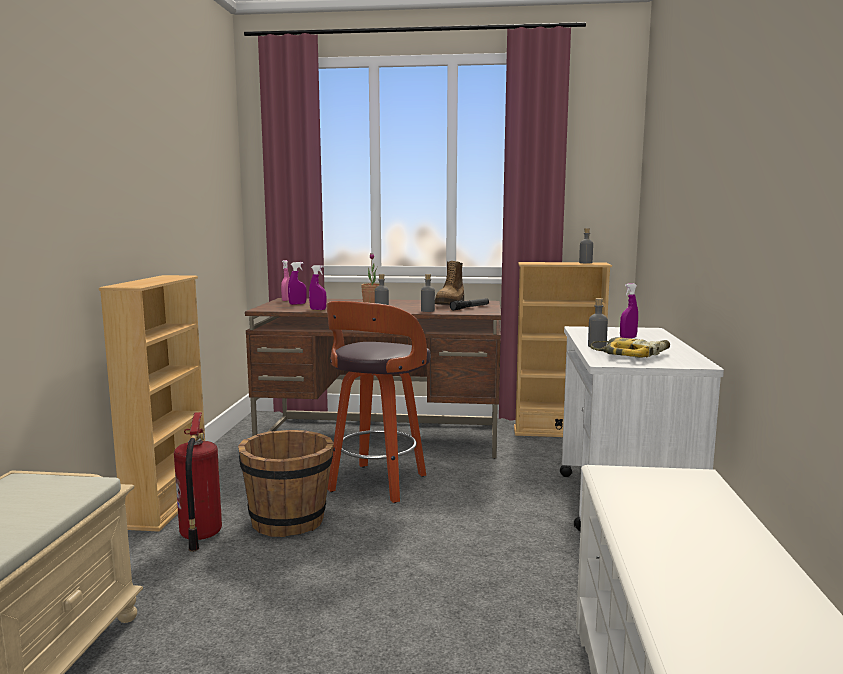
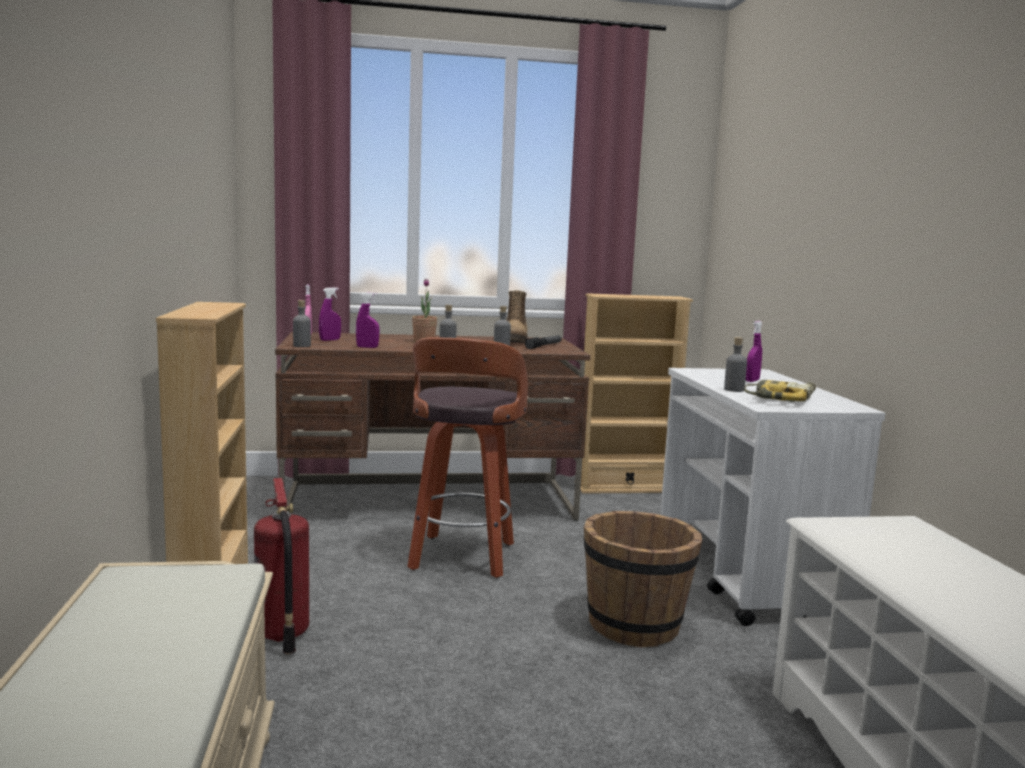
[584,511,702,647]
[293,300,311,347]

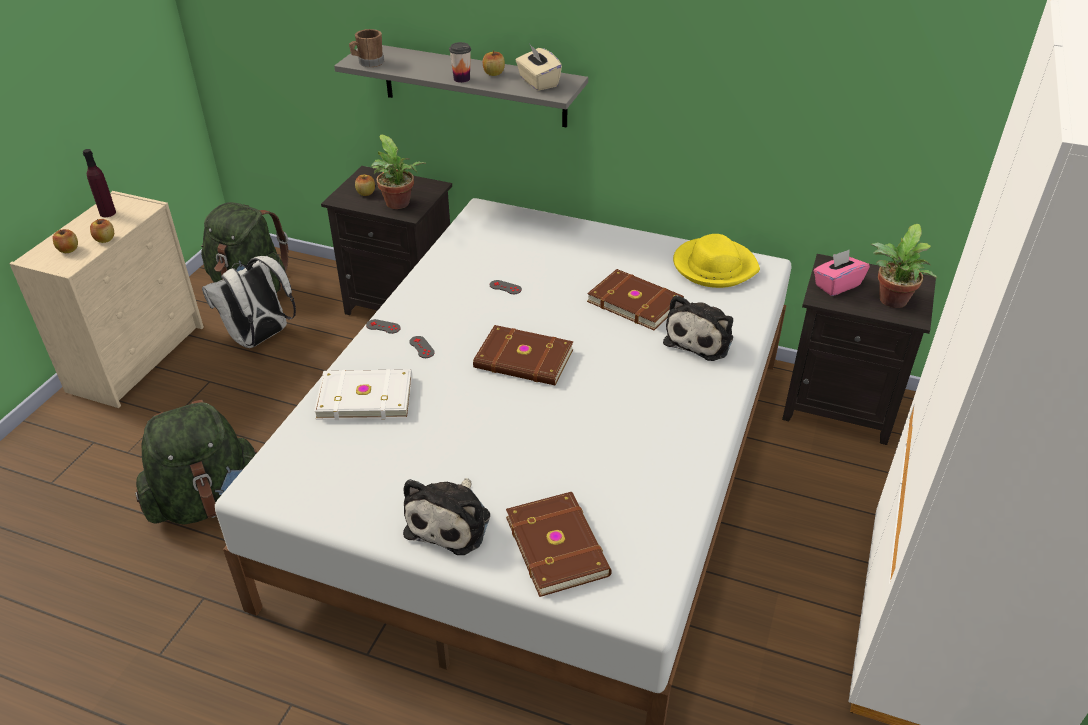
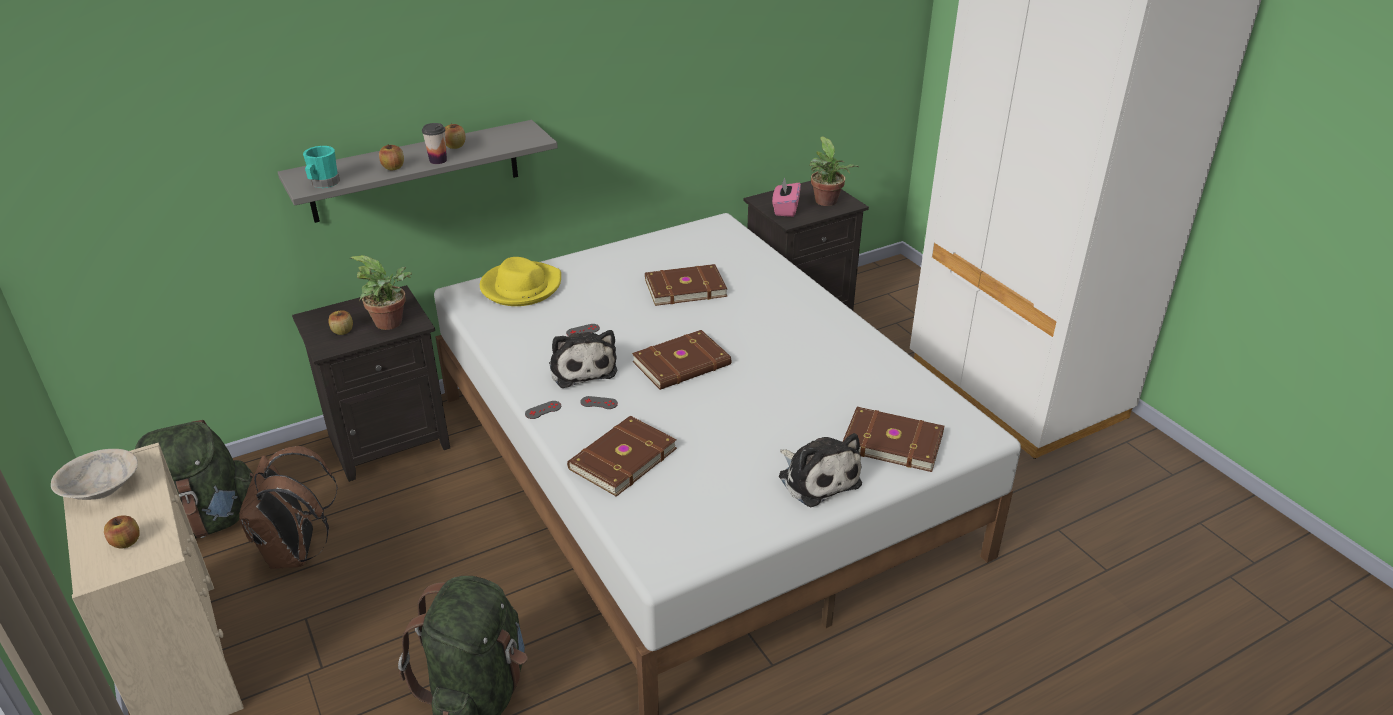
[516,45,562,91] (first image)
[379,144,404,170]
[549,330,617,388]
[480,257,561,306]
[51,449,138,500]
[239,446,338,569]
[567,416,677,497]
[303,146,340,188]

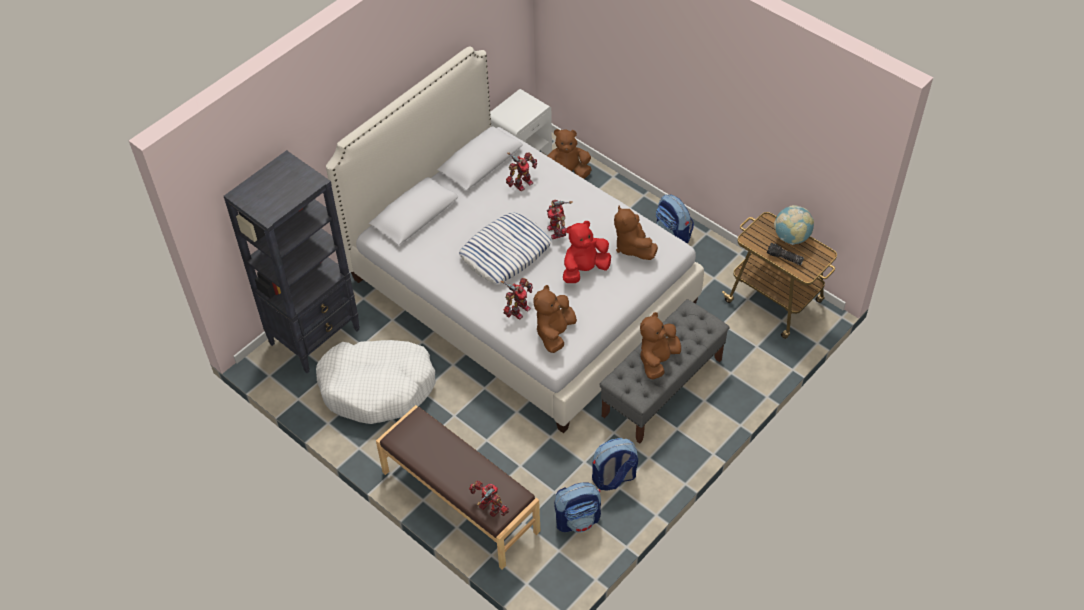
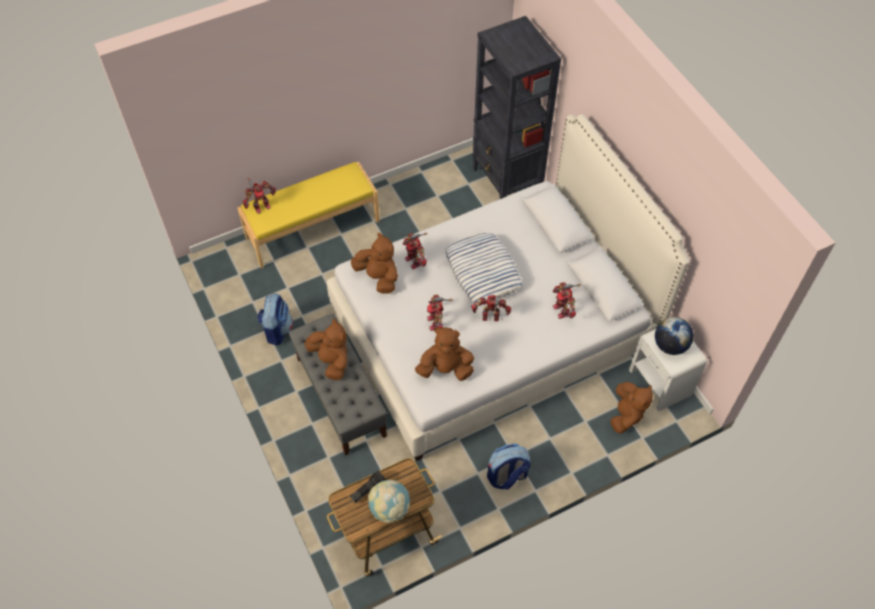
[316,340,436,424] (first image)
[554,482,601,533] (first image)
[655,317,694,355]
[427,295,453,331]
[237,162,380,269]

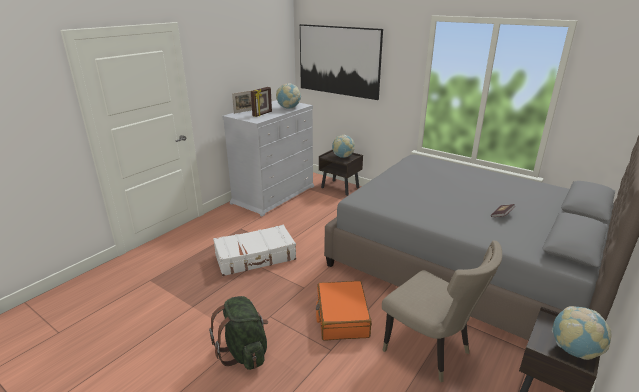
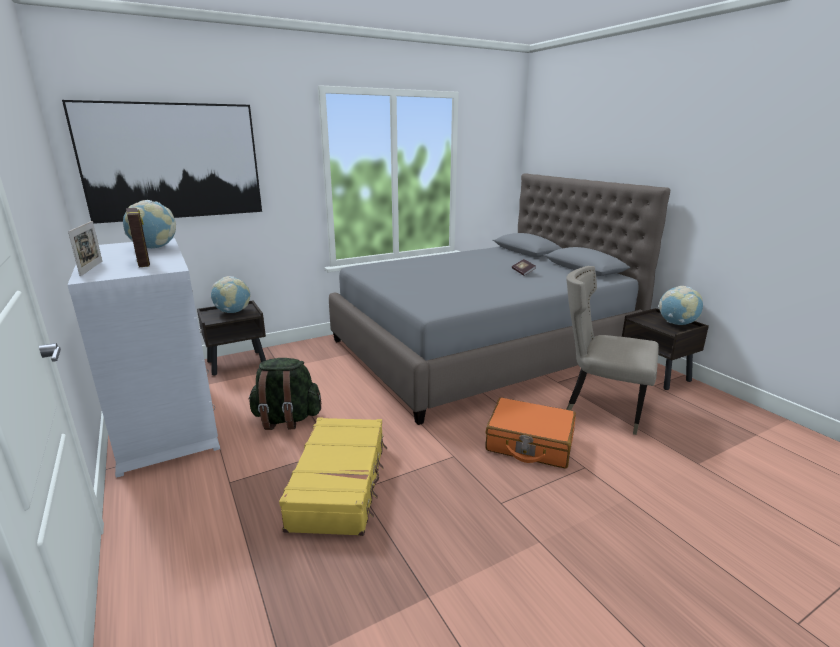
[248,358,321,430]
[279,417,387,536]
[566,266,659,435]

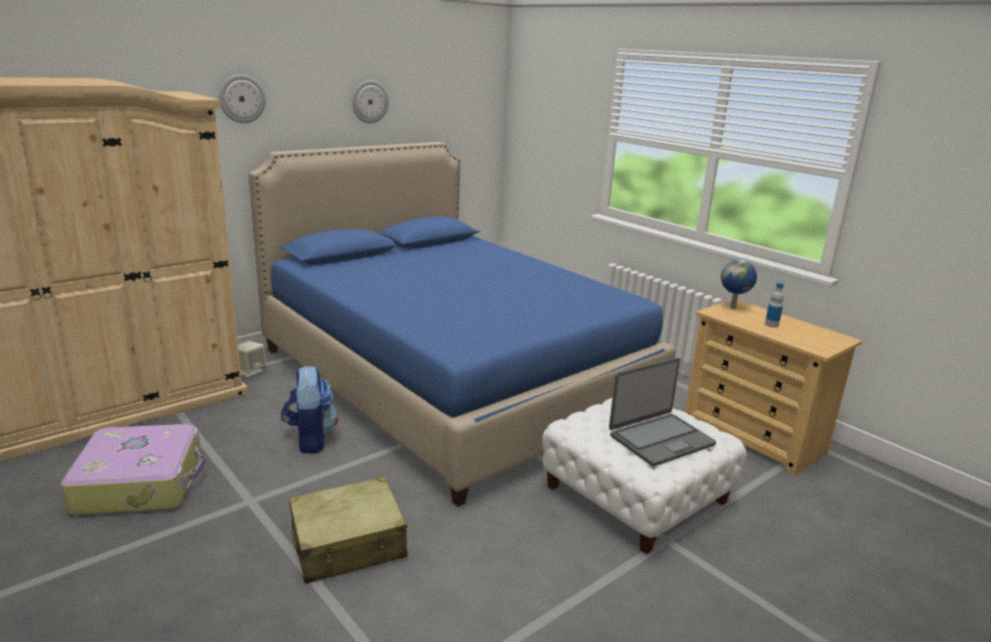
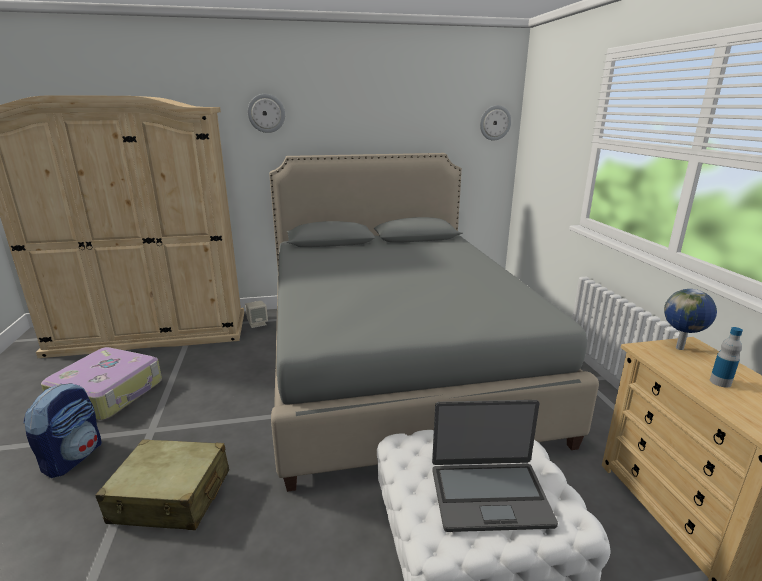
[24,383,102,478]
[480,105,511,141]
[269,153,599,492]

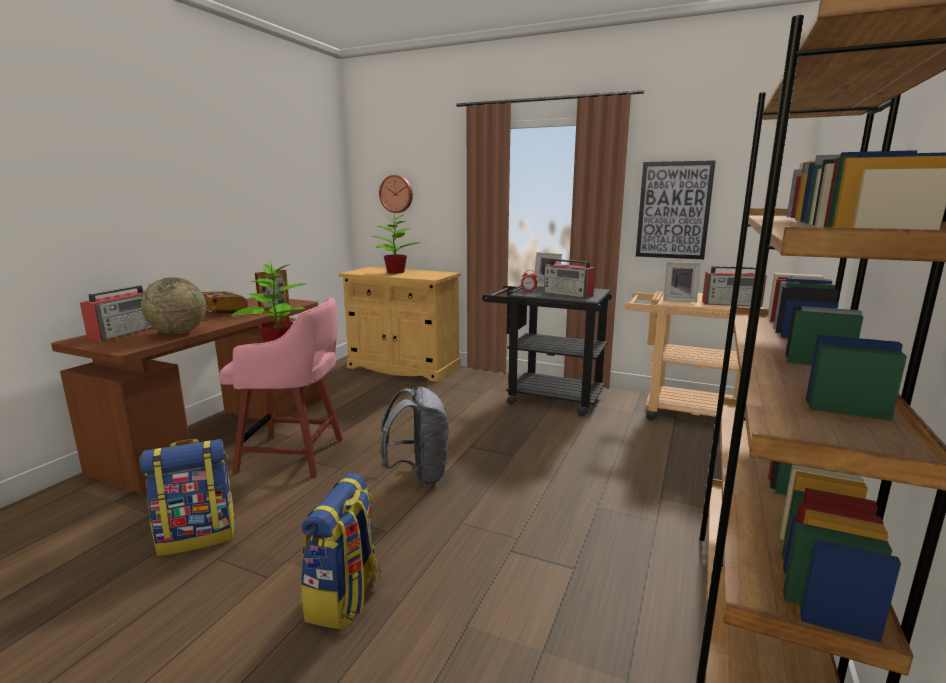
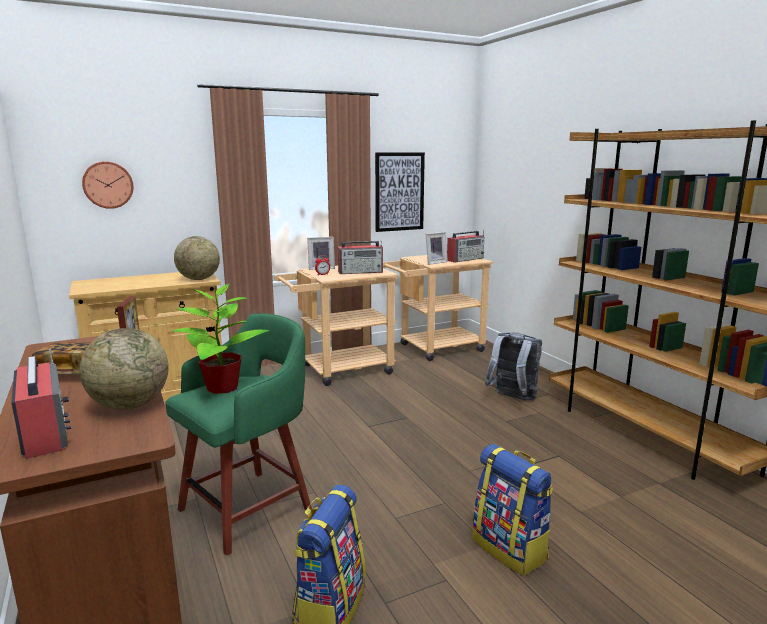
[372,212,421,274] (first image)
[174,236,220,280]
[485,332,542,401]
[165,313,312,556]
[274,266,398,386]

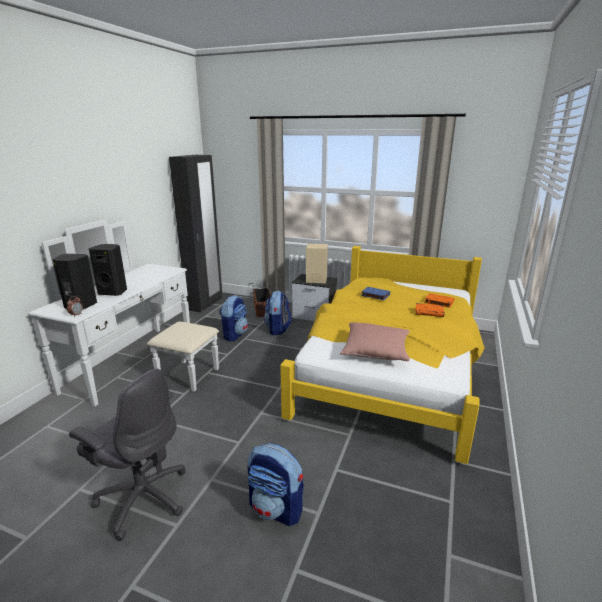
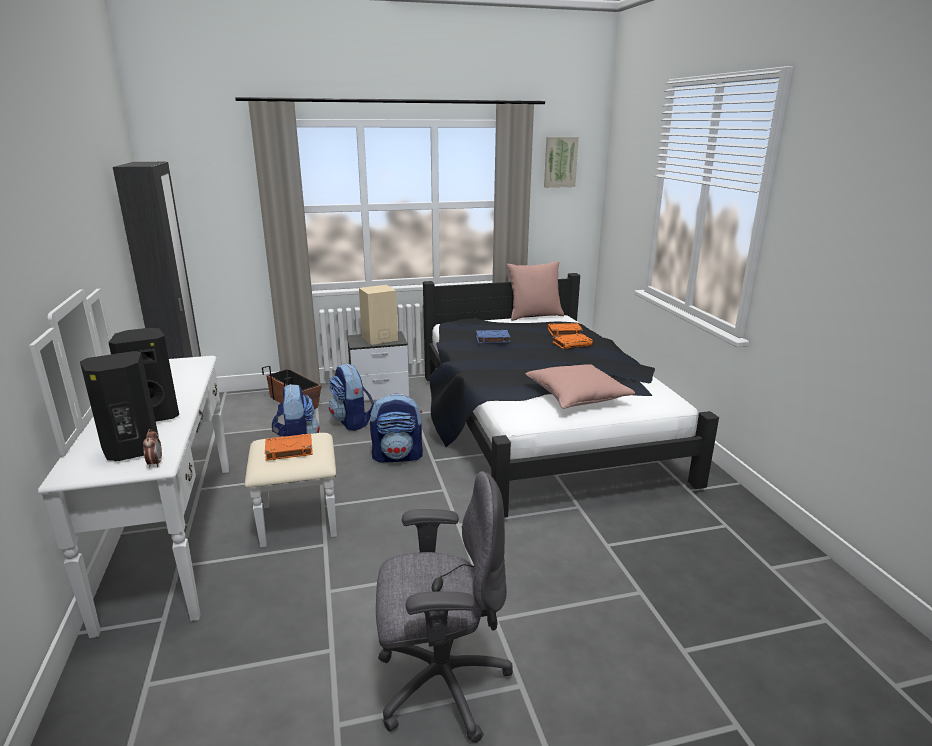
[265,434,313,461]
[507,261,564,321]
[544,137,579,188]
[370,393,423,462]
[423,273,719,518]

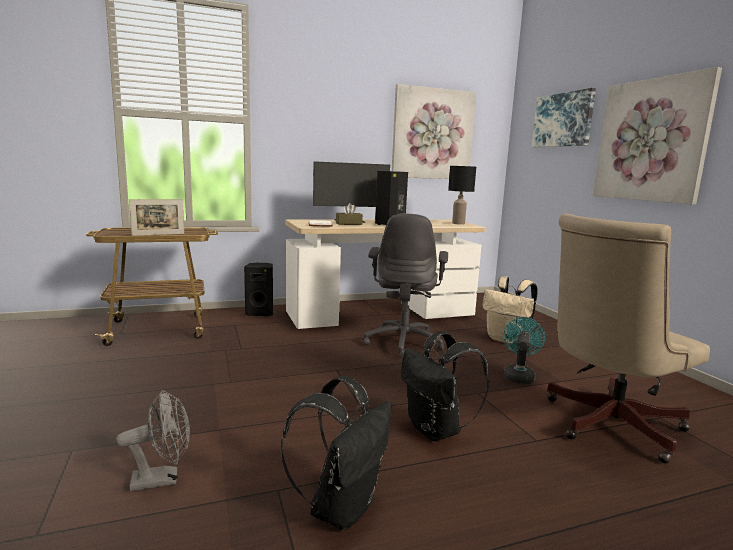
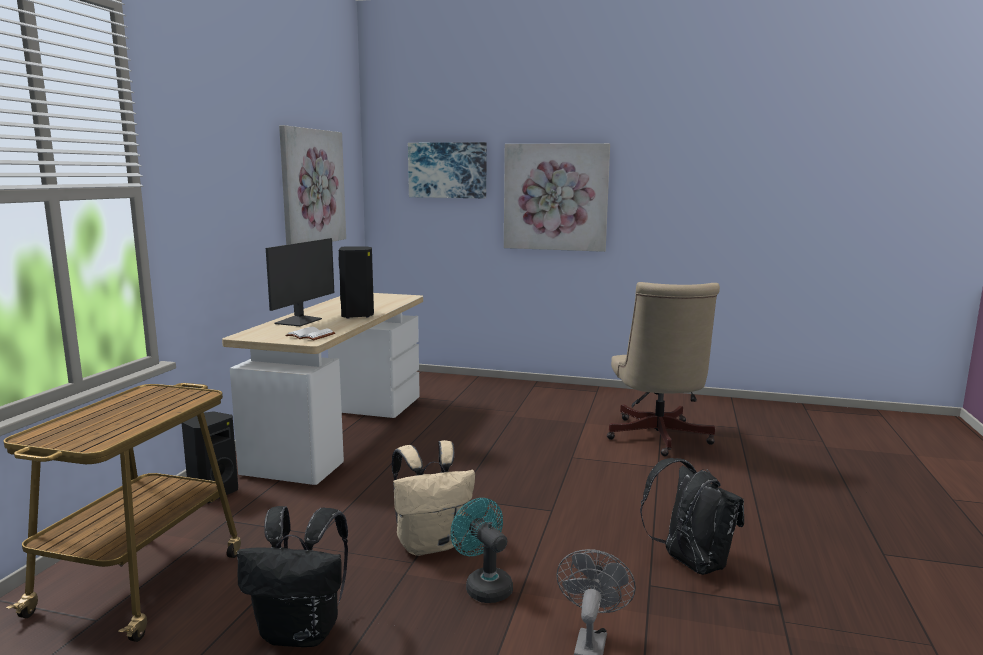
[129,199,184,236] (first image)
[336,203,363,225] (first image)
[363,214,448,358] (first image)
[448,166,476,225] (first image)
[237,506,348,647]
[392,440,475,556]
[450,498,513,603]

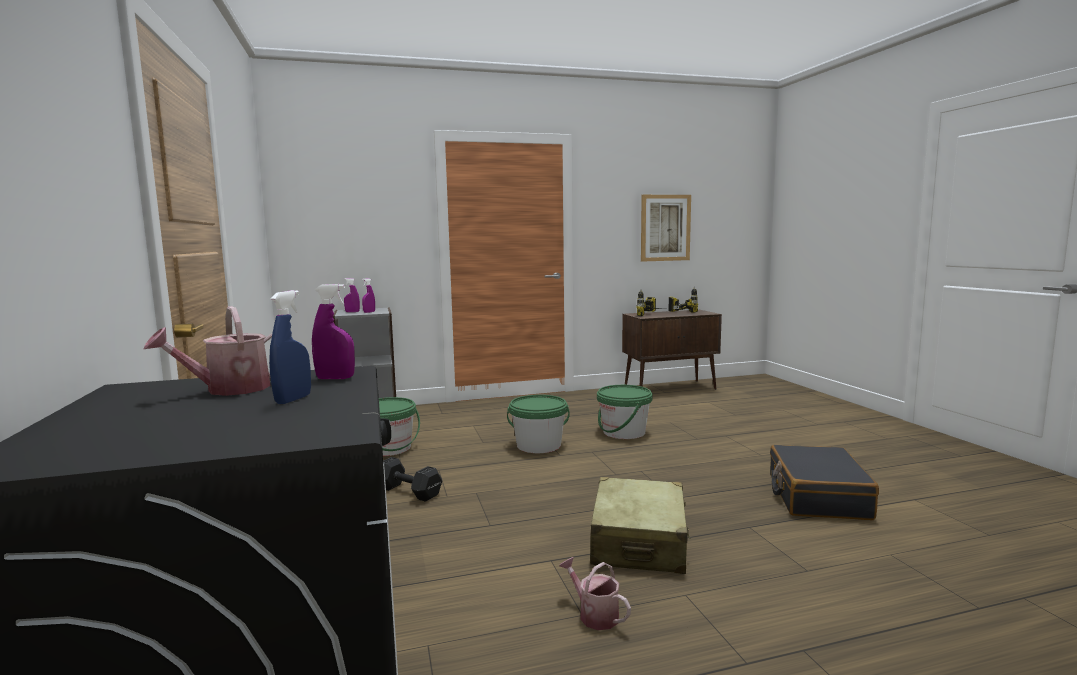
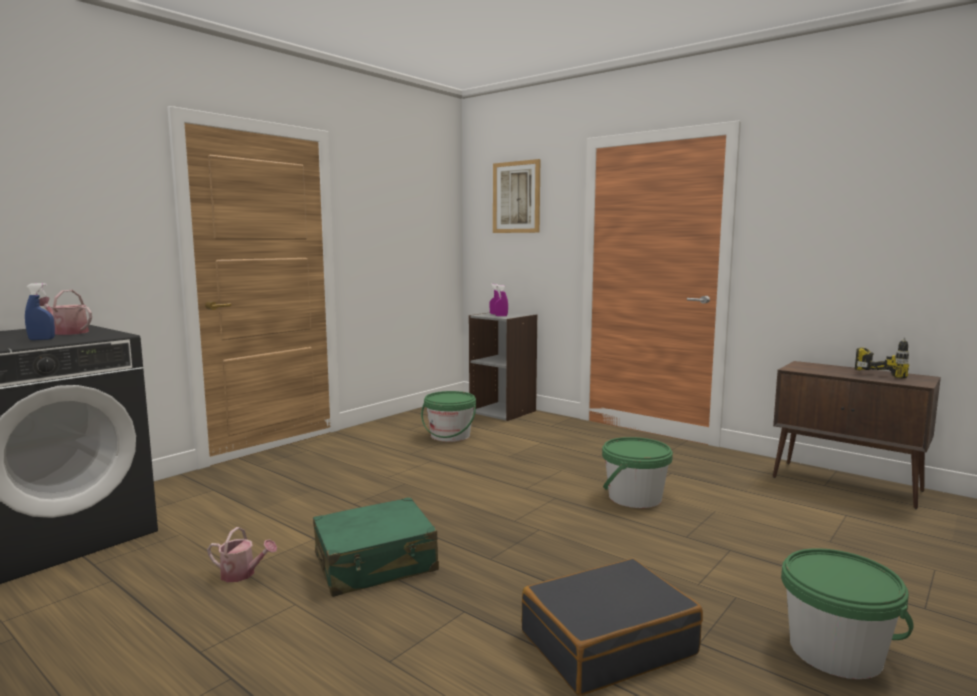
[312,284,355,379] (first image)
[383,457,442,502] (first image)
[636,290,664,316] (first image)
[781,548,914,679]
[493,159,540,233]
[313,497,439,597]
[207,527,277,582]

